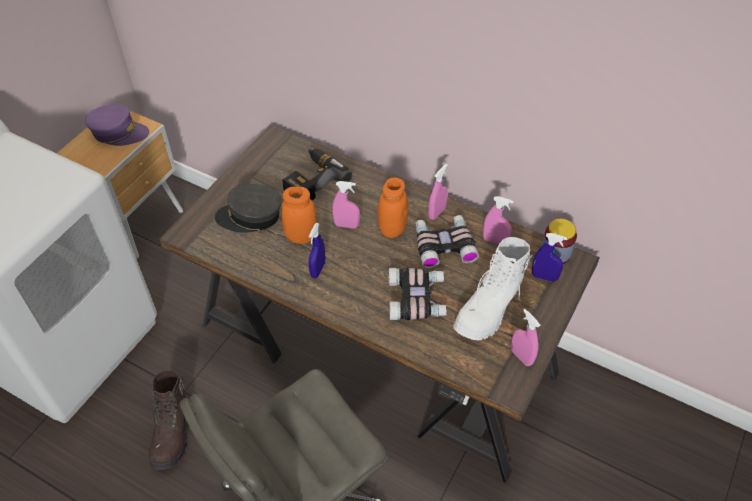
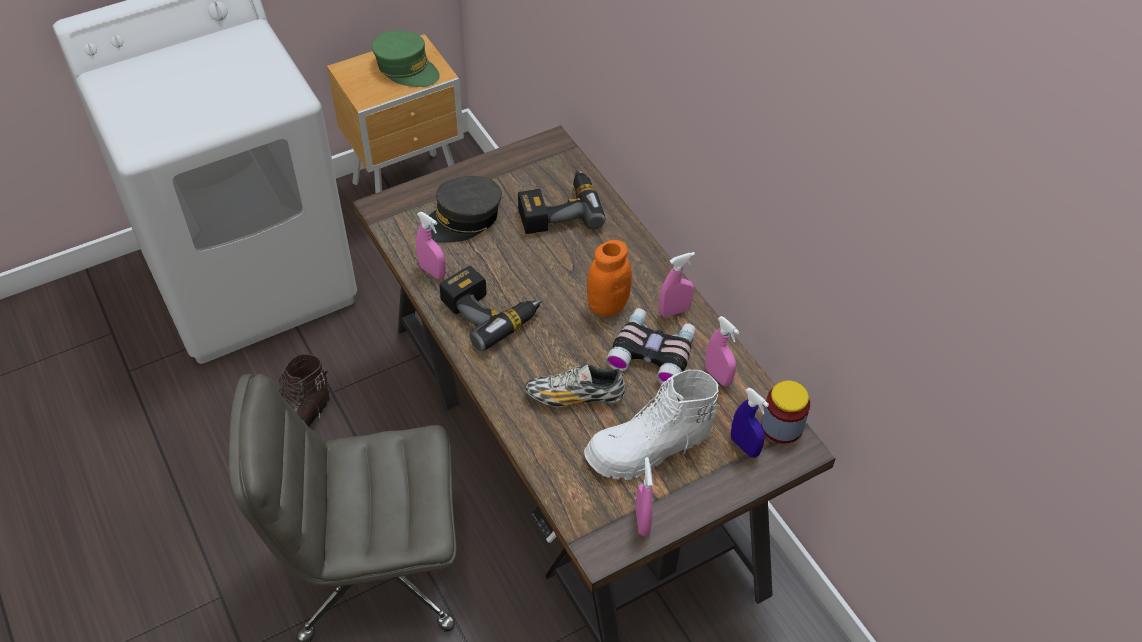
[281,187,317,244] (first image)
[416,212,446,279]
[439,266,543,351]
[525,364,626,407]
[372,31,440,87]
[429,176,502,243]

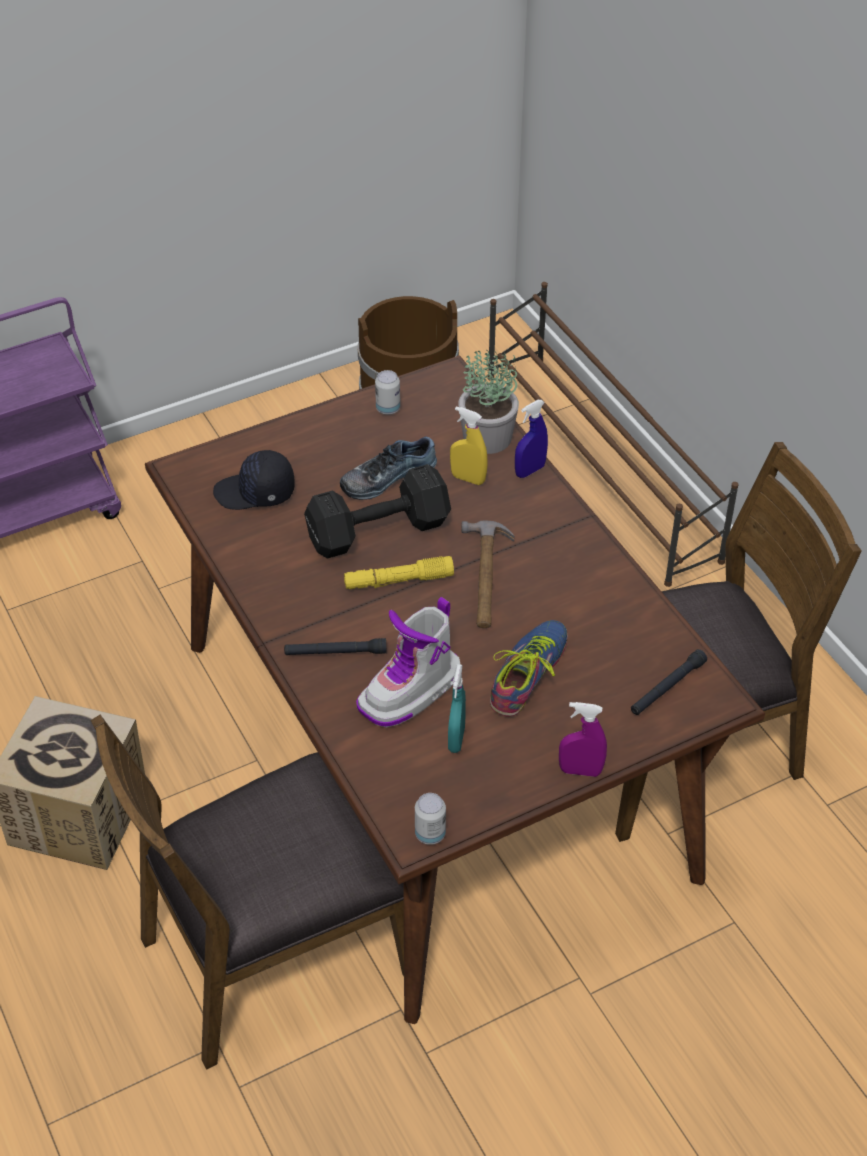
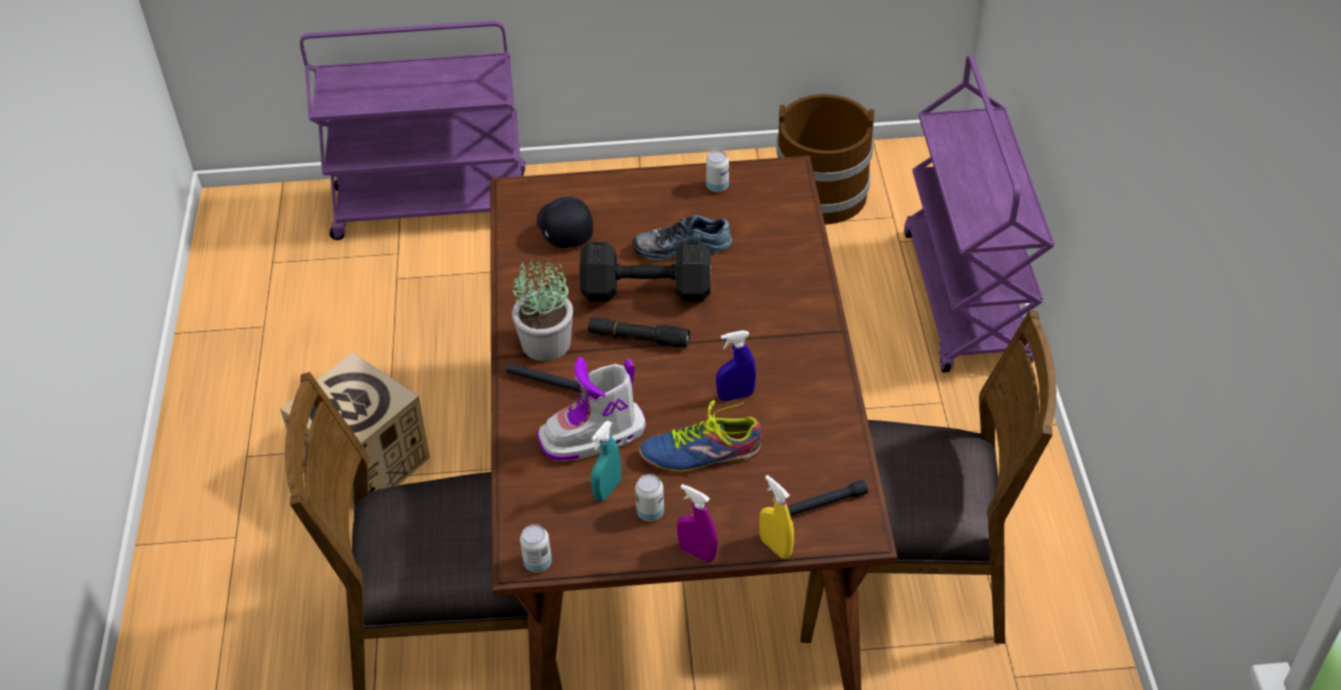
[461,521,515,628] (first image)
[635,474,664,521]
[759,475,794,559]
[512,258,573,361]
[716,330,756,401]
[904,55,1054,373]
[588,317,690,348]
[537,197,593,248]
[639,400,762,473]

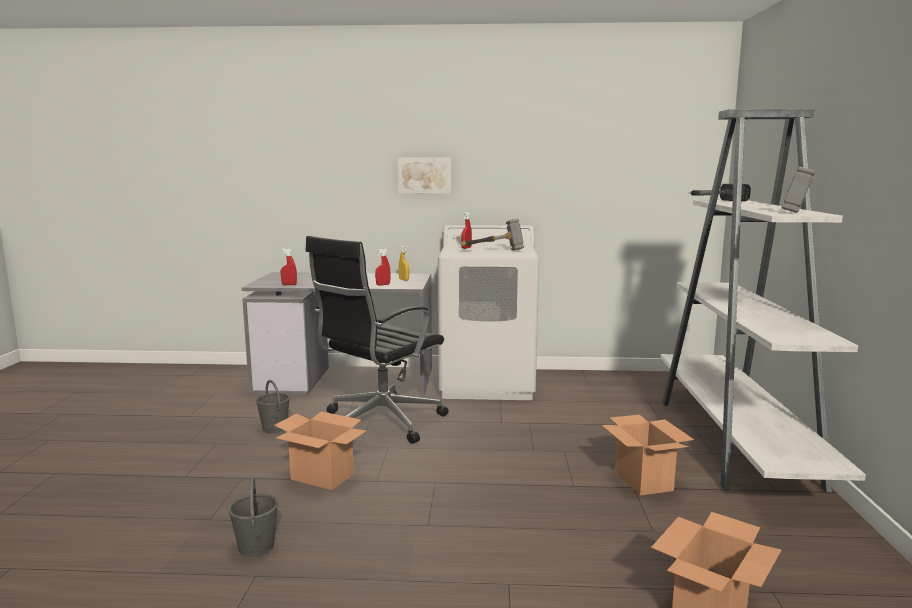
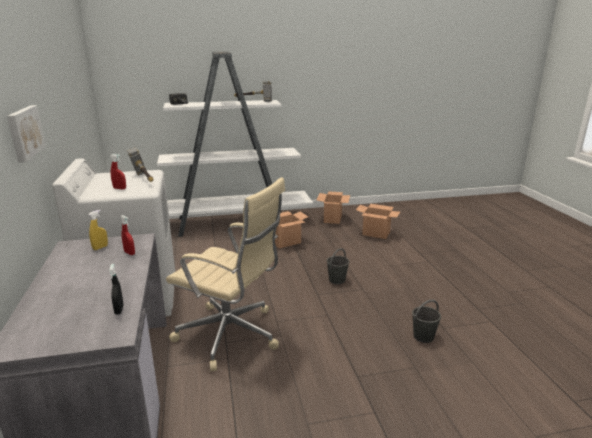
[327,248,349,284]
[317,191,350,224]
[109,264,124,315]
[166,177,285,371]

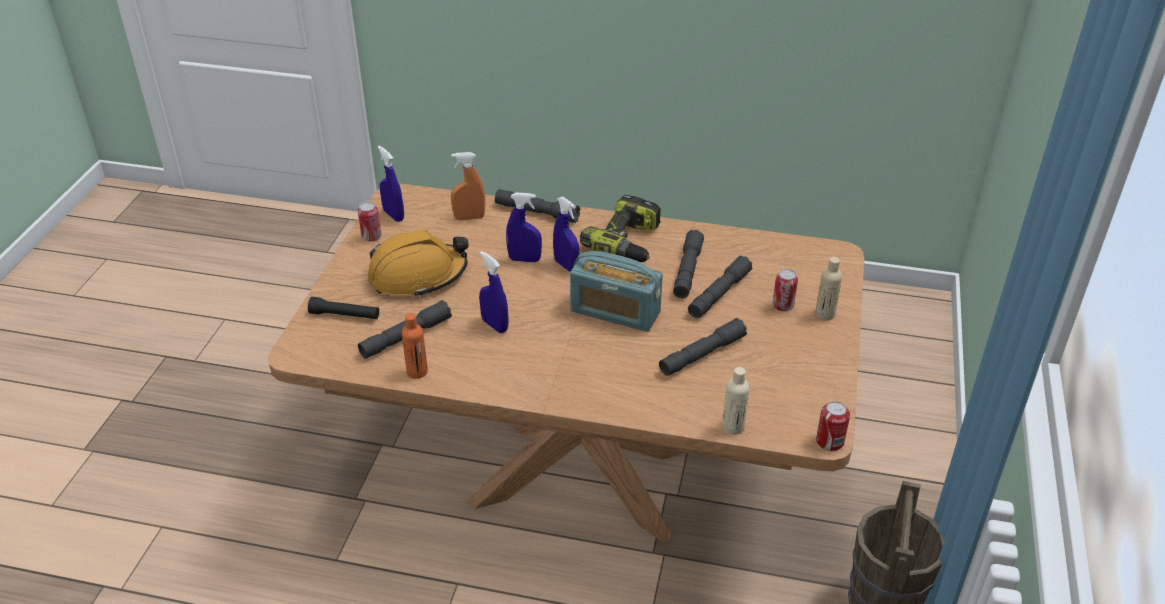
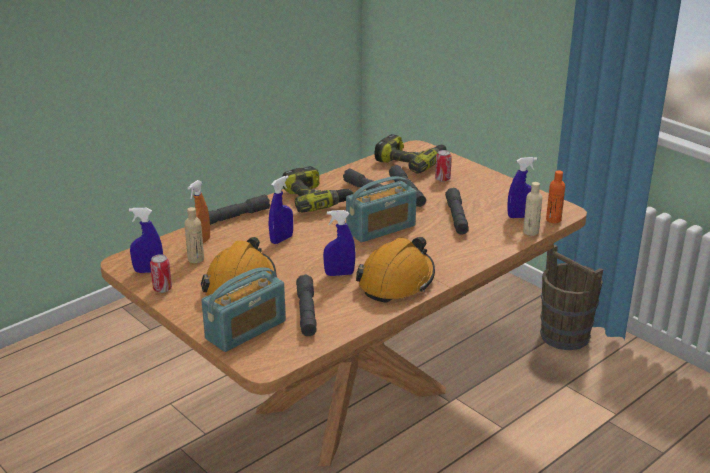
[816,401,850,451] (first image)
[356,237,435,303]
[374,134,447,174]
[546,170,565,223]
[508,157,537,218]
[184,207,204,263]
[201,267,286,352]

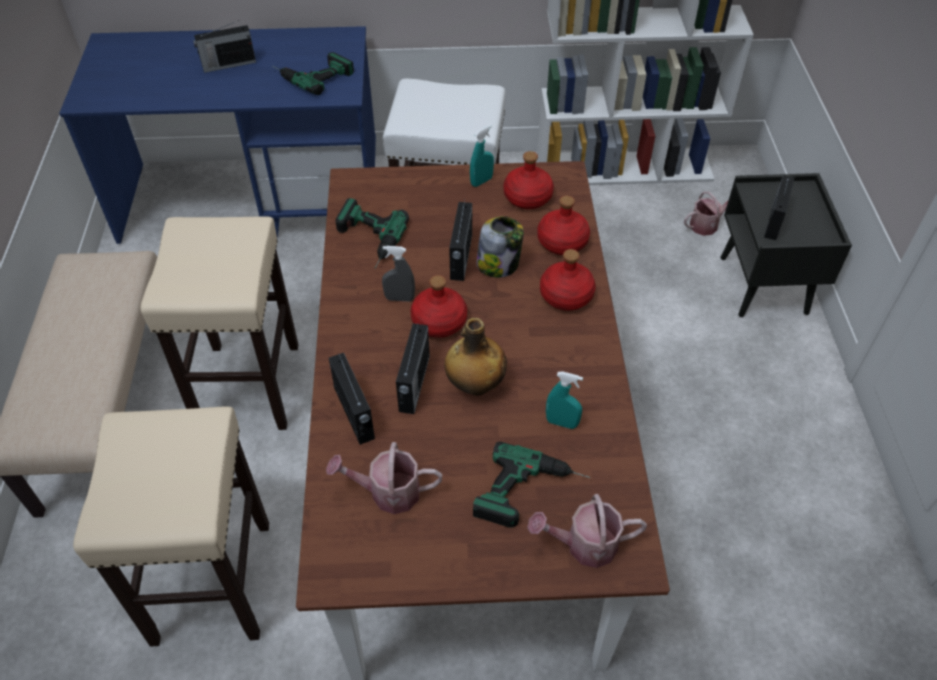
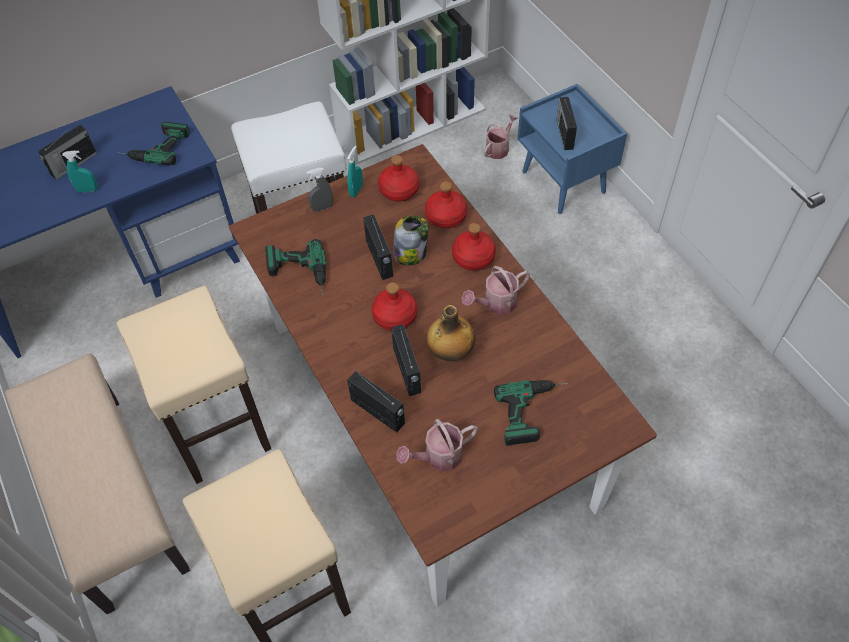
[307,168,333,212]
[461,266,530,315]
[62,150,98,193]
[518,84,627,214]

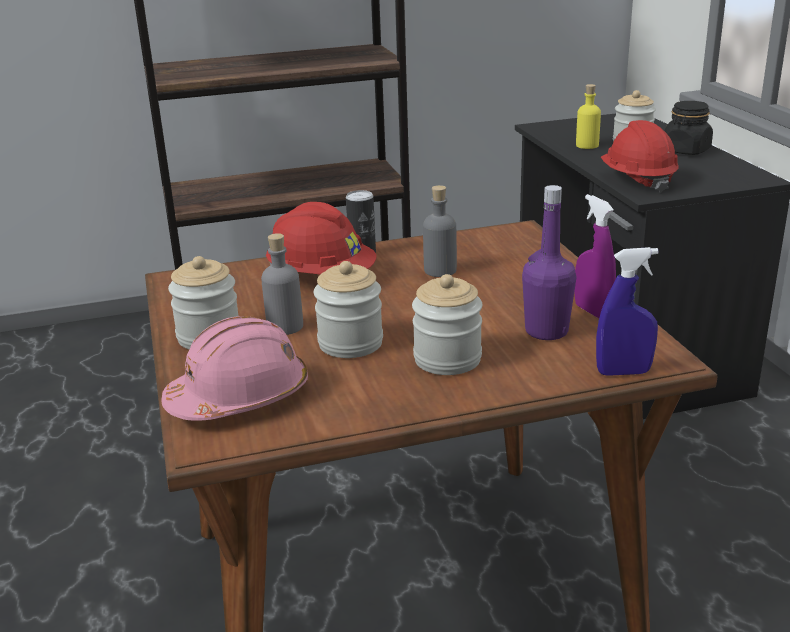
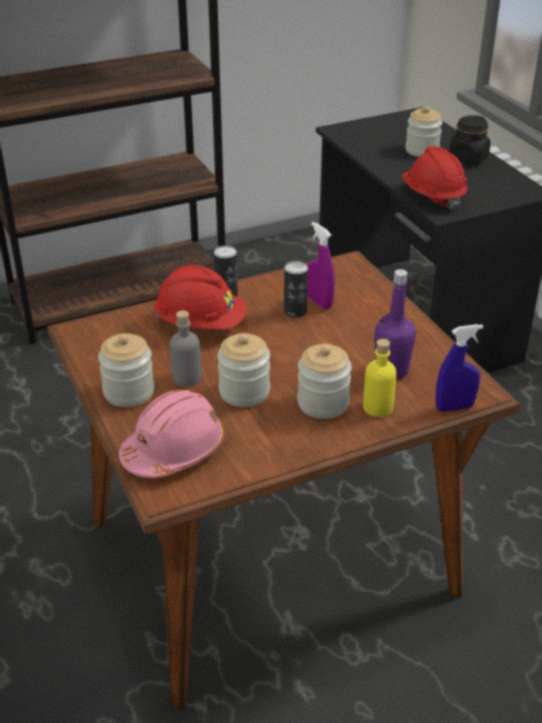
[307,222,335,309]
[363,339,397,417]
[284,261,308,318]

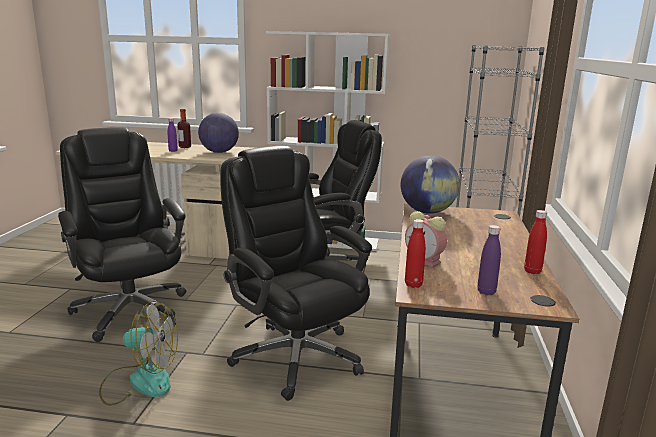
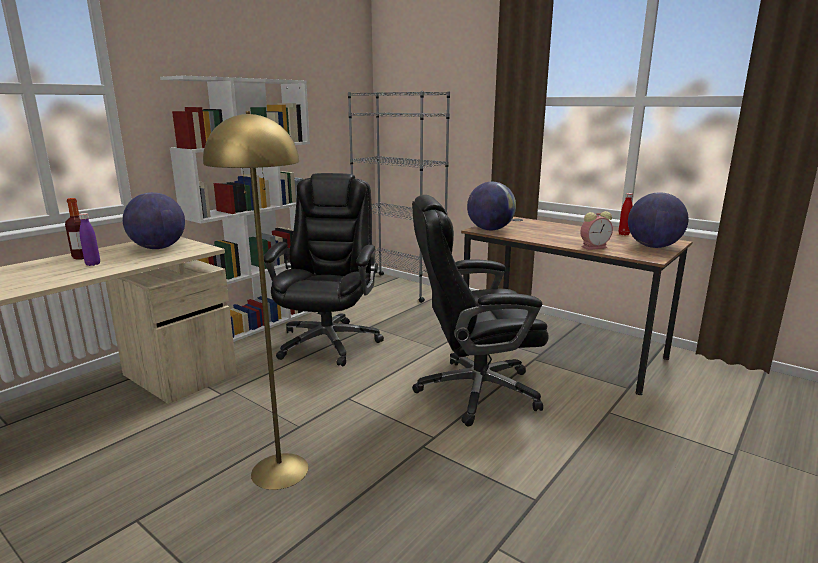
[99,301,178,406] (first image)
[405,219,426,288] (first image)
[203,111,308,490]
[628,192,689,248]

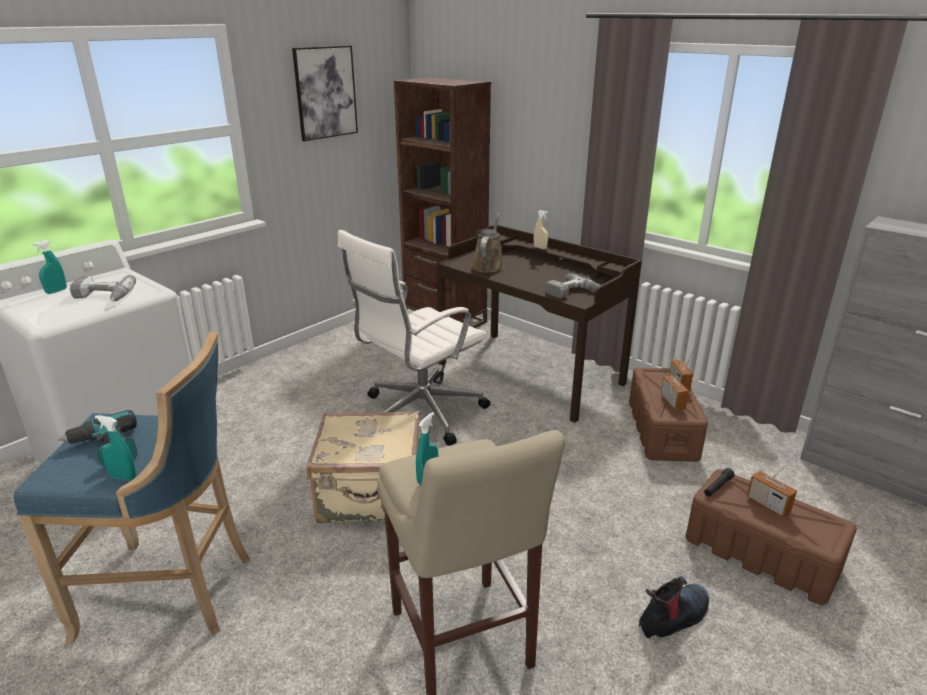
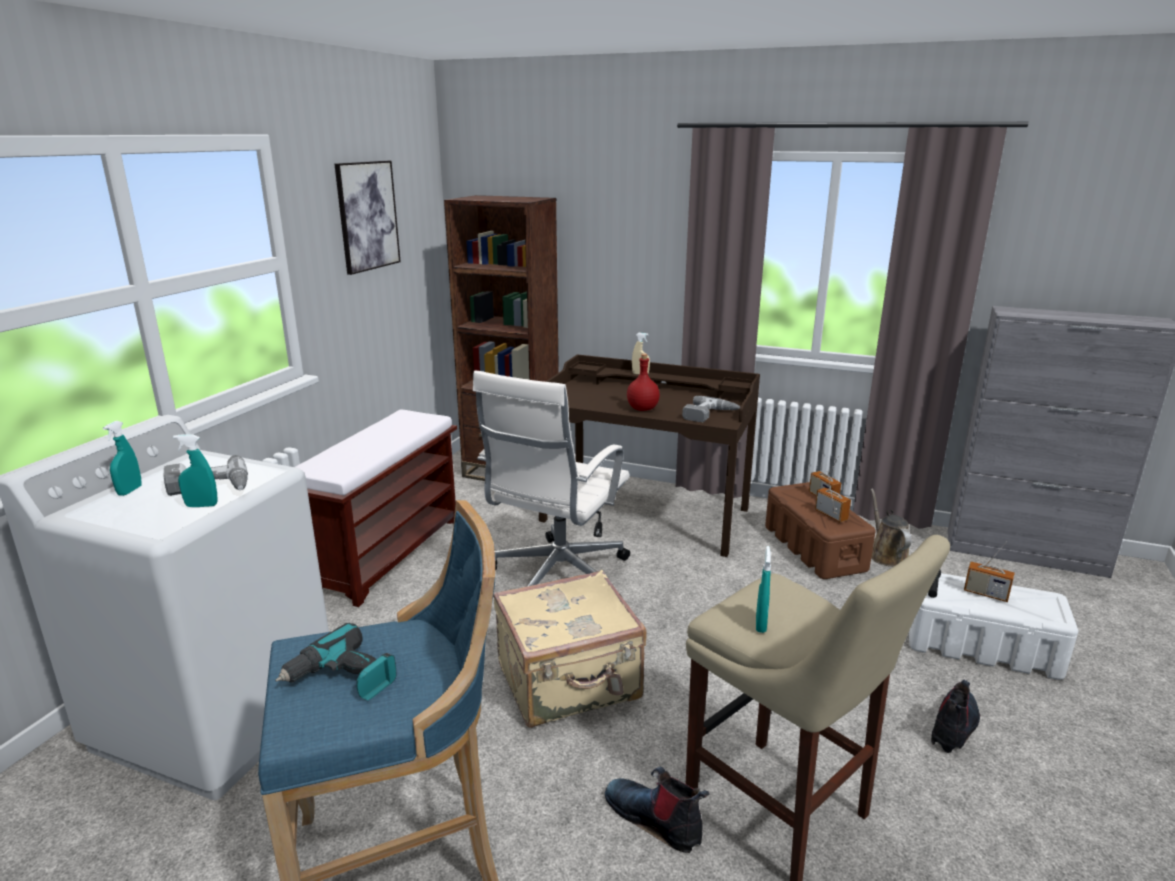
[295,410,457,607]
[605,767,709,853]
[627,354,660,411]
[173,434,218,507]
[870,488,912,567]
[909,573,1078,680]

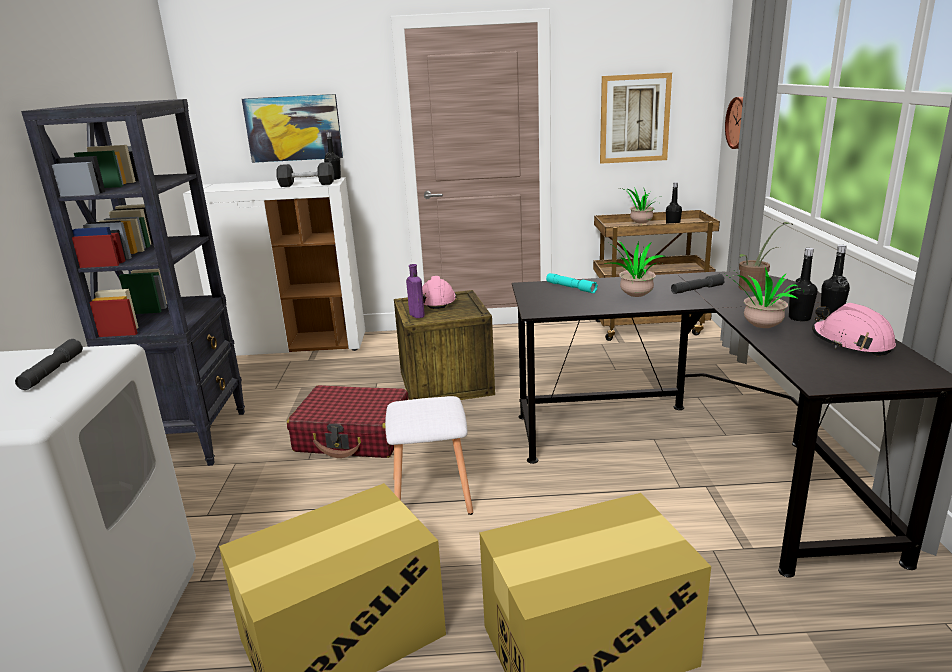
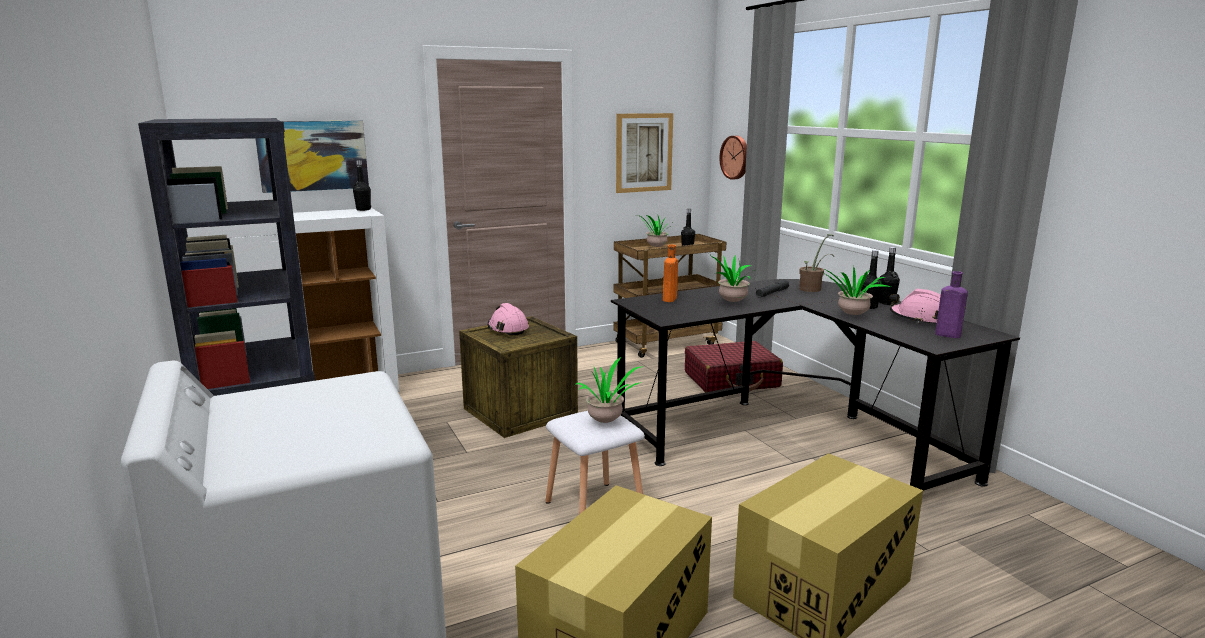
[15,339,83,390] (first image)
[276,162,334,187] (first image)
[575,356,641,423]
[685,341,783,393]
[935,271,968,338]
[663,244,678,302]

